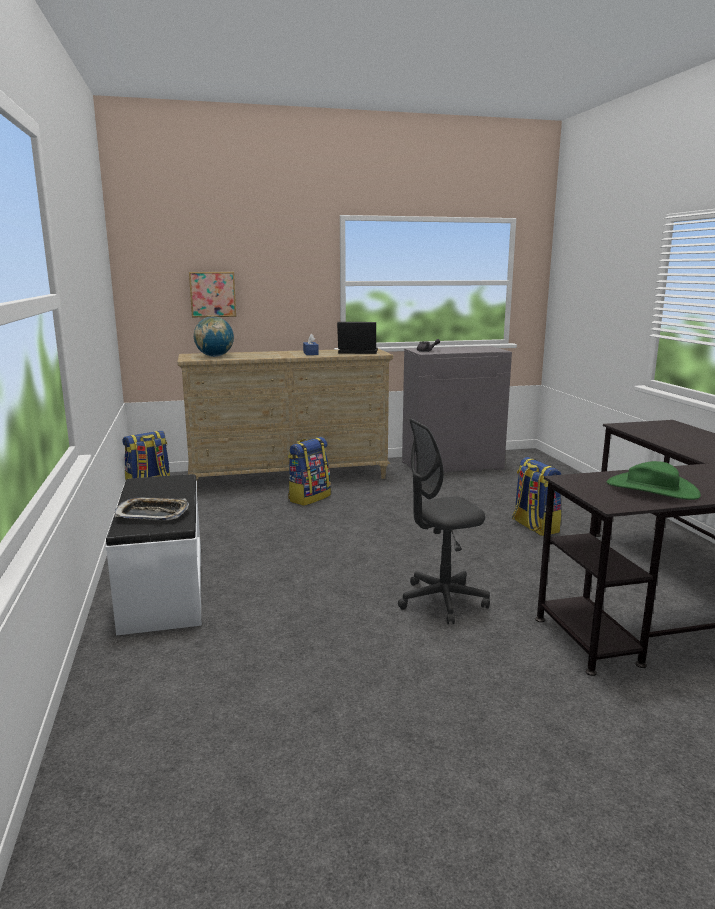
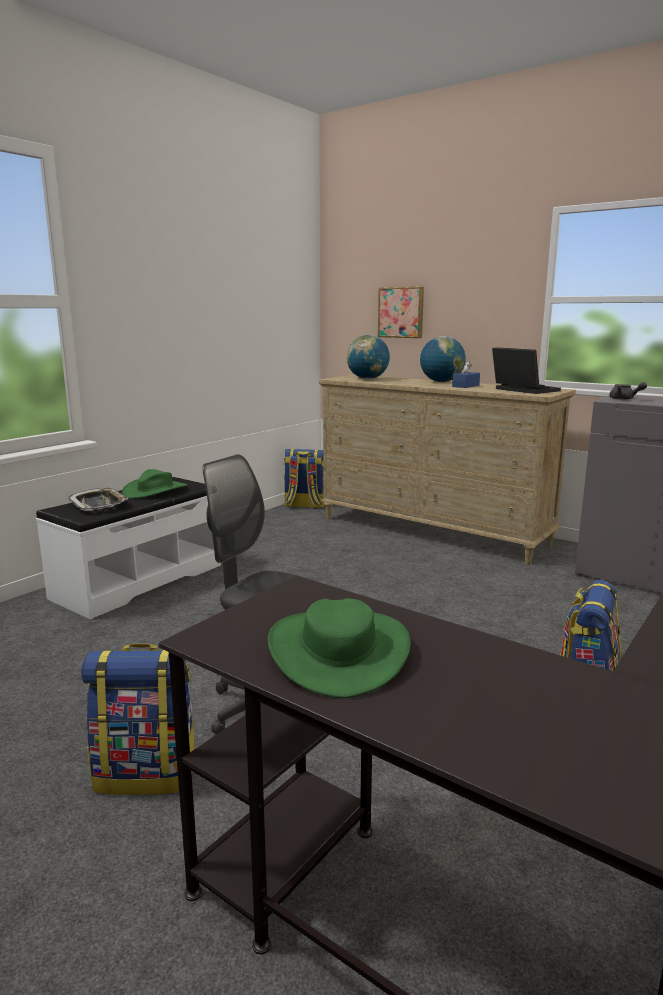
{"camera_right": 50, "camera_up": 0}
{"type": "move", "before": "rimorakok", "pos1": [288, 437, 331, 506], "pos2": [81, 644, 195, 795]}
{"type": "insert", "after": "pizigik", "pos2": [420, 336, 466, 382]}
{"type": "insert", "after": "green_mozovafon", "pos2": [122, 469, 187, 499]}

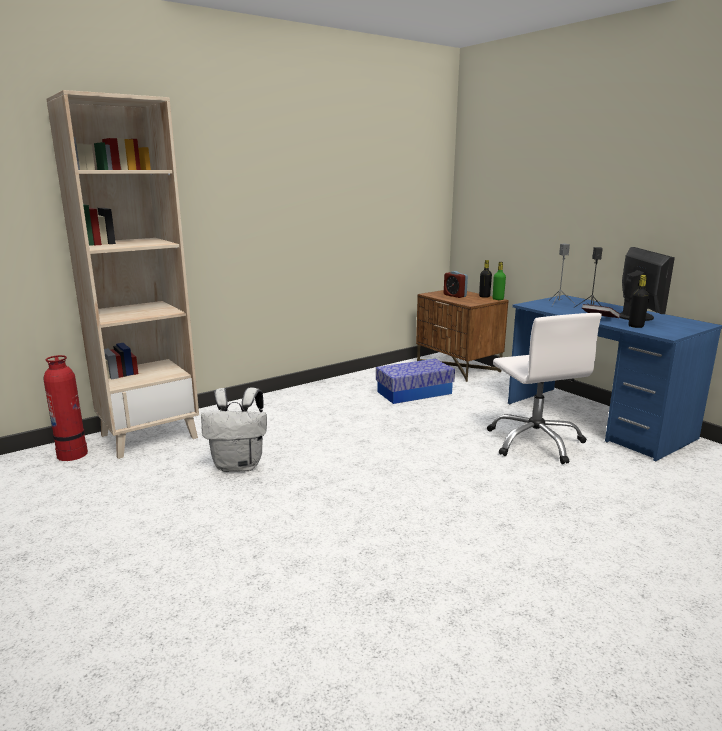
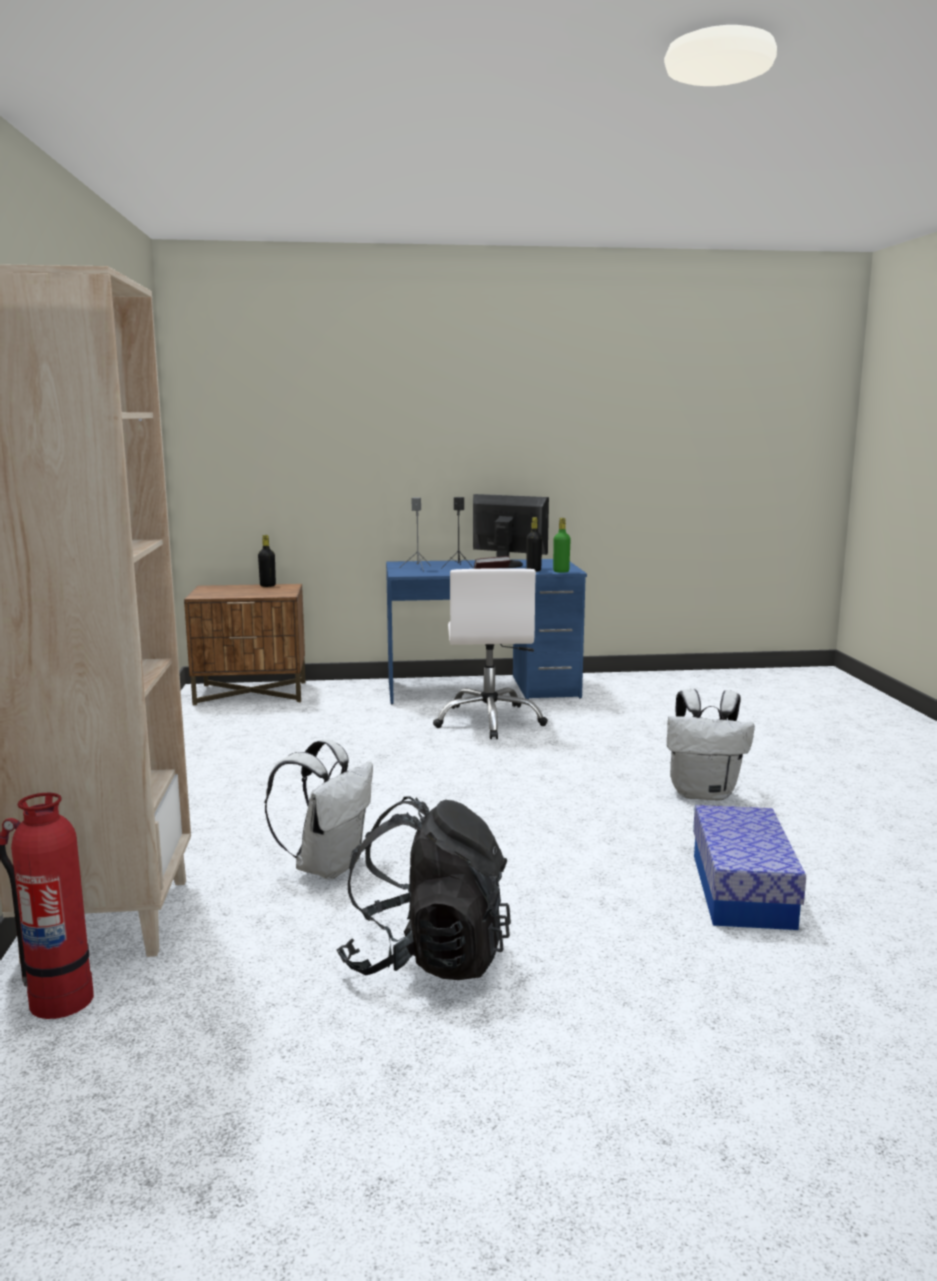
{"camera_right": -60, "camera_up": -5}
{"type": "move", "before": "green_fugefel", "pos1": [493, 262, 506, 300], "pos2": [553, 518, 571, 573]}
{"type": "delete", "before": "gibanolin", "pos1": [444, 271, 468, 298]}
{"type": "rotate", "before": "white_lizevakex", "pos1": [487, 313, 602, 464], "pos2": [433, 568, 548, 739], "turn": 75}
{"type": "move", "before": "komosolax", "pos1": [376, 359, 455, 404], "pos2": [693, 805, 806, 930]}
{"type": "insert", "after": "white_rimorakok", "pos2": [667, 689, 755, 801]}
{"type": "insert", "after": "black_rimorakok", "pos2": [337, 796, 511, 980]}

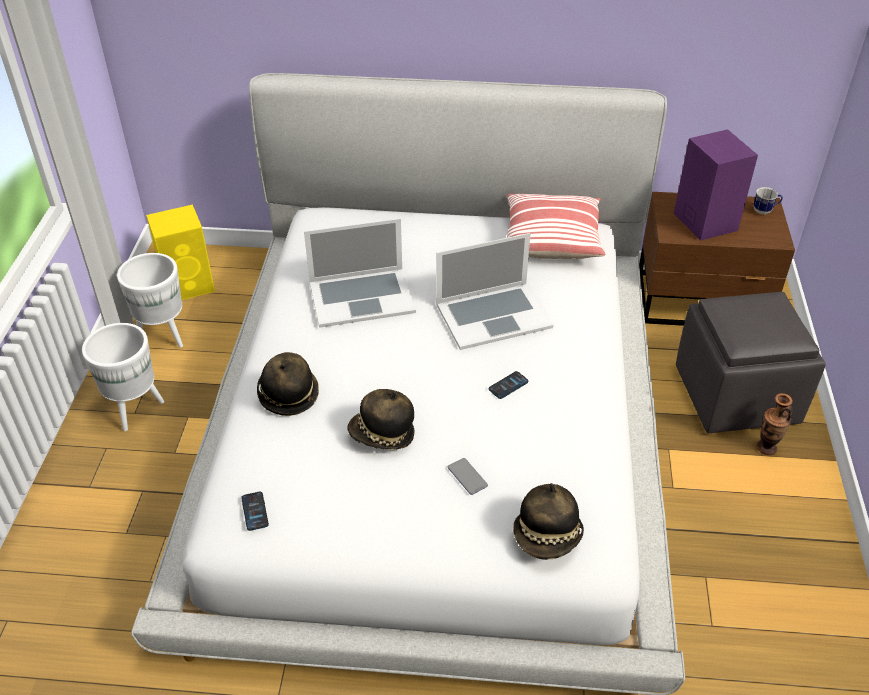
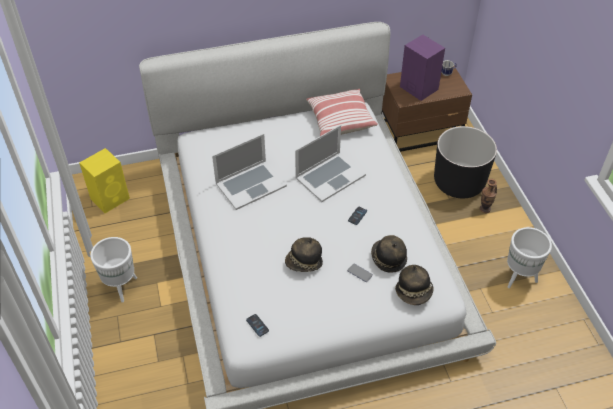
{"camera_right": -20, "camera_up": 5}
{"type": "move", "before": "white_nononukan", "pos1": [117, 253, 183, 348], "pos2": [507, 227, 552, 288]}
{"type": "replace", "before": "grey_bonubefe", "after": "black_nononukan", "pos1": [676, 292, 826, 433], "pos2": [434, 126, 497, 198]}
{"type": "move", "before": "mozovafon", "pos1": [257, 352, 319, 416], "pos2": [371, 235, 407, 273]}

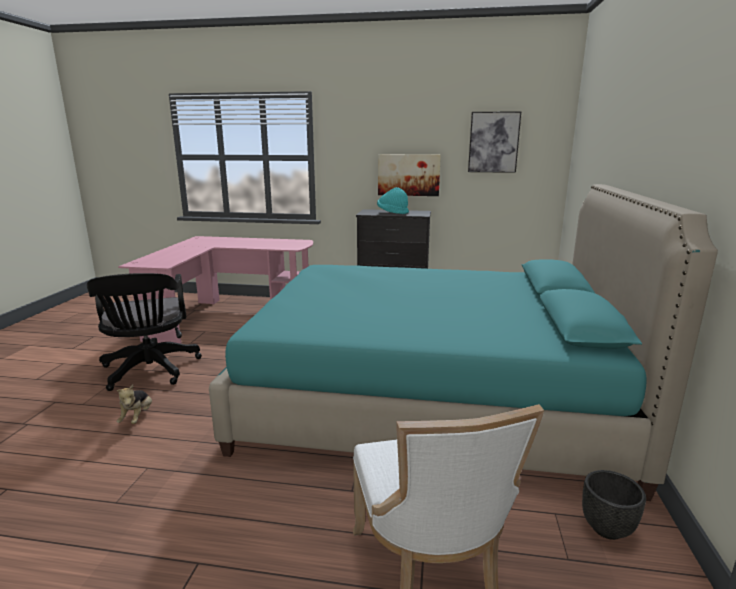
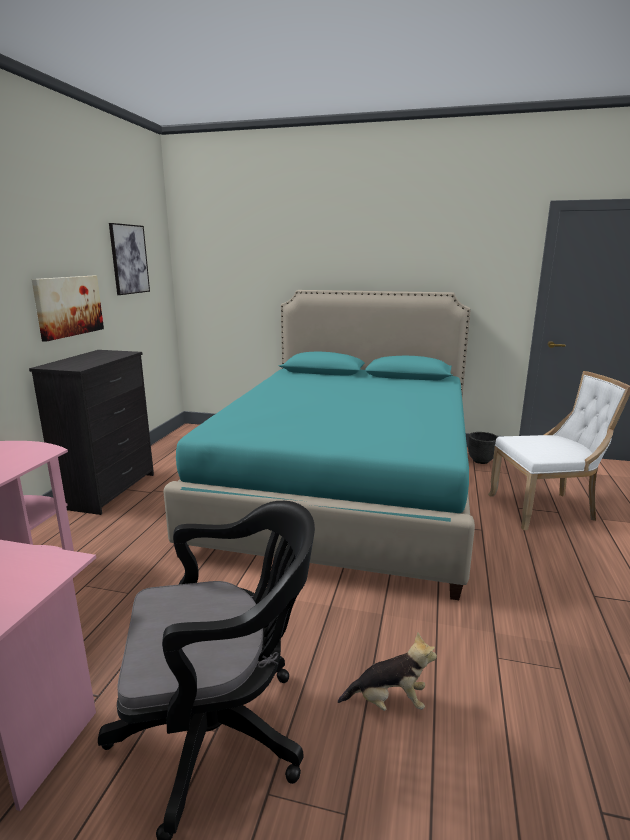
{"camera_right": -85, "camera_up": 0}
{"type": "delete", "before": "turquoise_mozovafon", "pos1": [377, 187, 409, 214]}

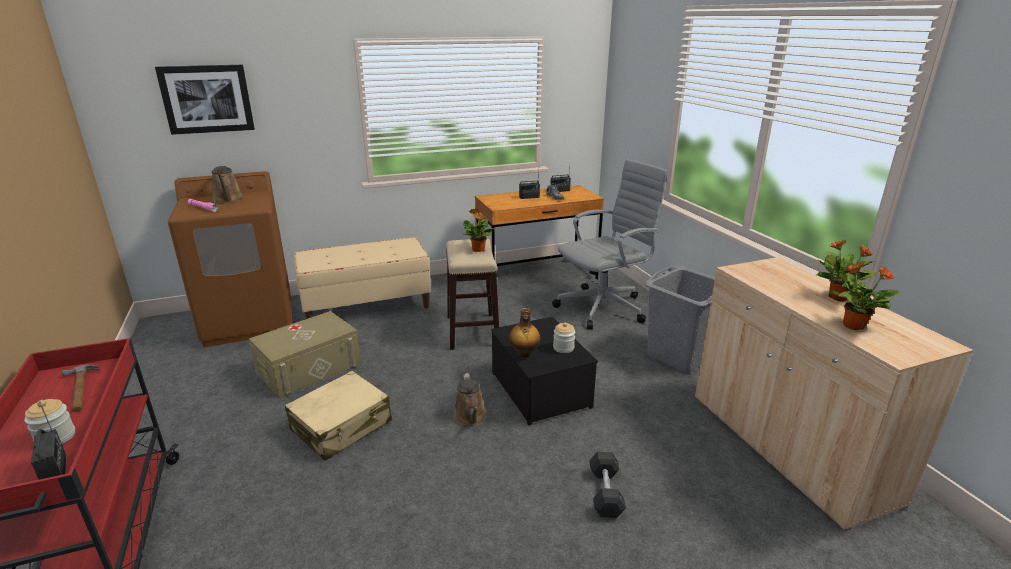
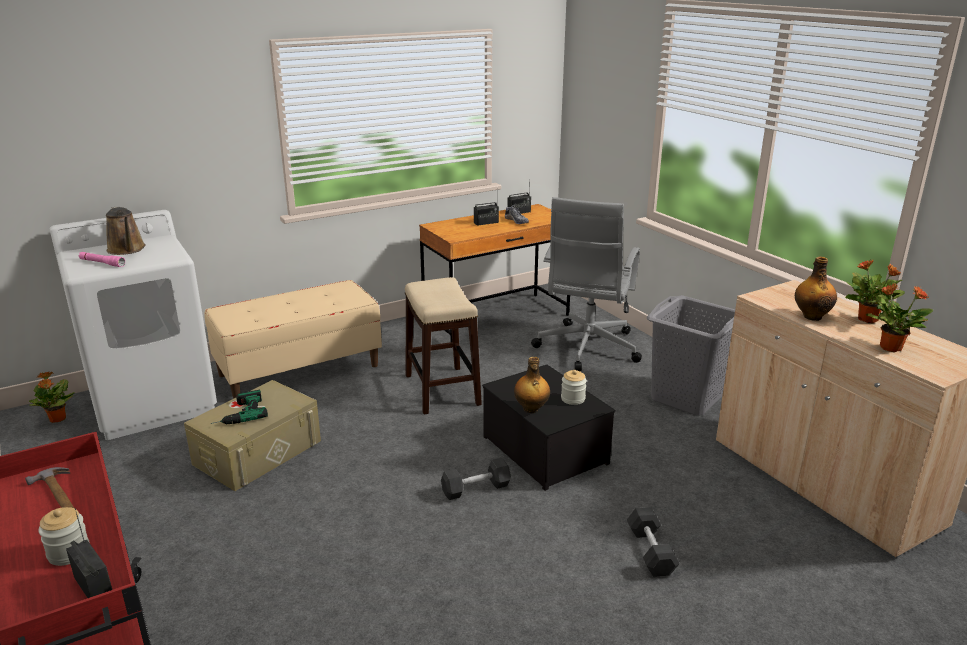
{"camera_right": -10, "camera_up": 0}
{"type": "delete", "before": "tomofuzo", "pos1": [155, 65, 255, 135]}
{"type": "rotate", "before": "grey_lizevakex", "pos1": [552, 159, 668, 329], "pos2": [531, 197, 642, 371], "turn": 150}
{"type": "recolor", "before": "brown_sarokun", "after": "white_sarokun", "pos1": [168, 171, 293, 347], "pos2": [49, 210, 217, 440]}
{"type": "move", "before": "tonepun", "pos1": [463, 209, 497, 252], "pos2": [29, 372, 74, 423]}
{"type": "delete", "before": "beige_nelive", "pos1": [285, 371, 392, 461]}
{"type": "replace", "before": "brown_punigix", "after": "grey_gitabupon", "pos1": [453, 373, 487, 426], "pos2": [441, 458, 511, 500]}
{"type": "insert", "after": "fugefel", "pos2": [795, 257, 837, 321]}
{"type": "insert", "after": "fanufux", "pos2": [210, 390, 268, 424]}

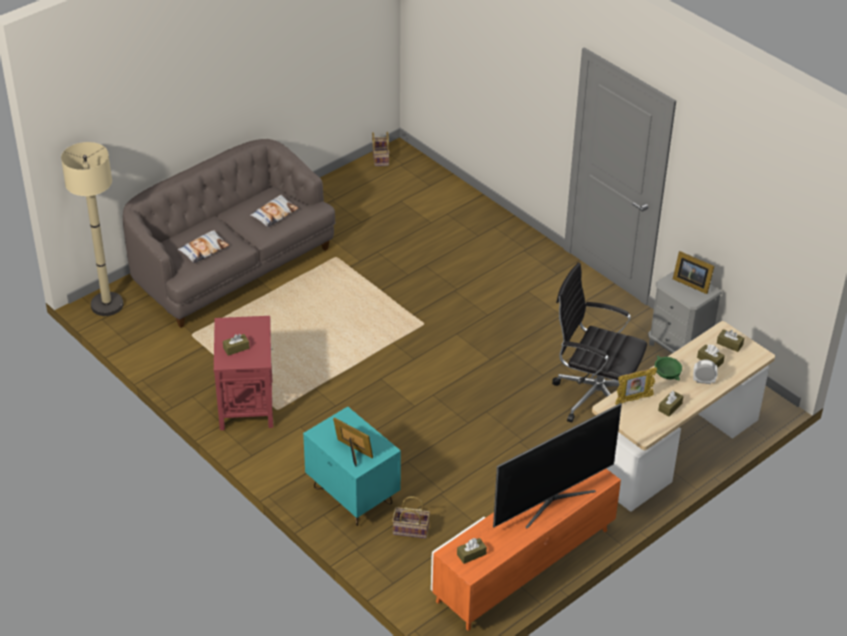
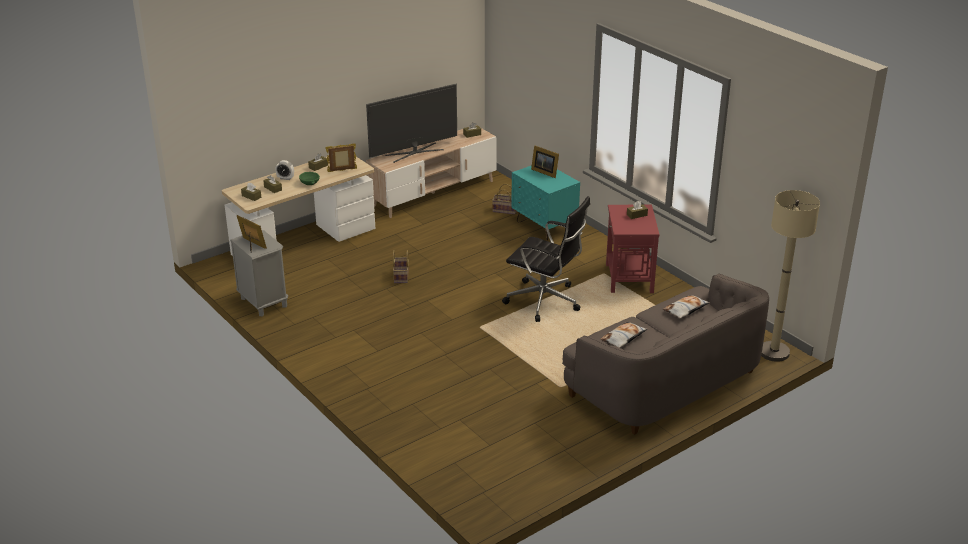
{"camera_right": -175, "camera_up": -10}
{"type": "move", "before": "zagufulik", "pos1": [372, 132, 389, 166], "pos2": [393, 250, 409, 283]}
{"type": "move", "before": "black_lizevakex", "pos1": [552, 262, 647, 422], "pos2": [502, 196, 590, 322]}
{"type": "recolor", "before": "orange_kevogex", "after": "beige_kevogex", "pos1": [431, 469, 621, 631], "pos2": [366, 125, 497, 218]}

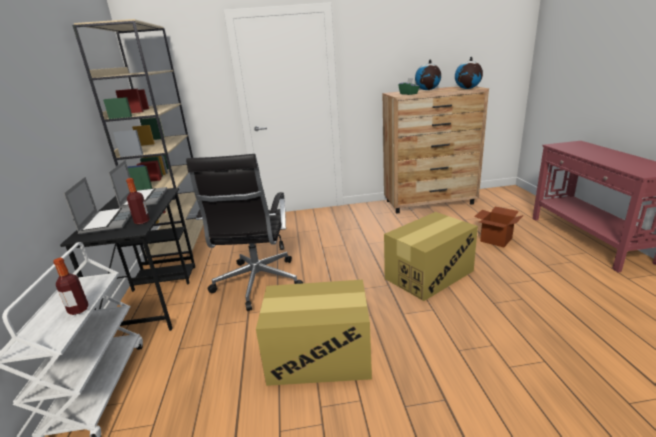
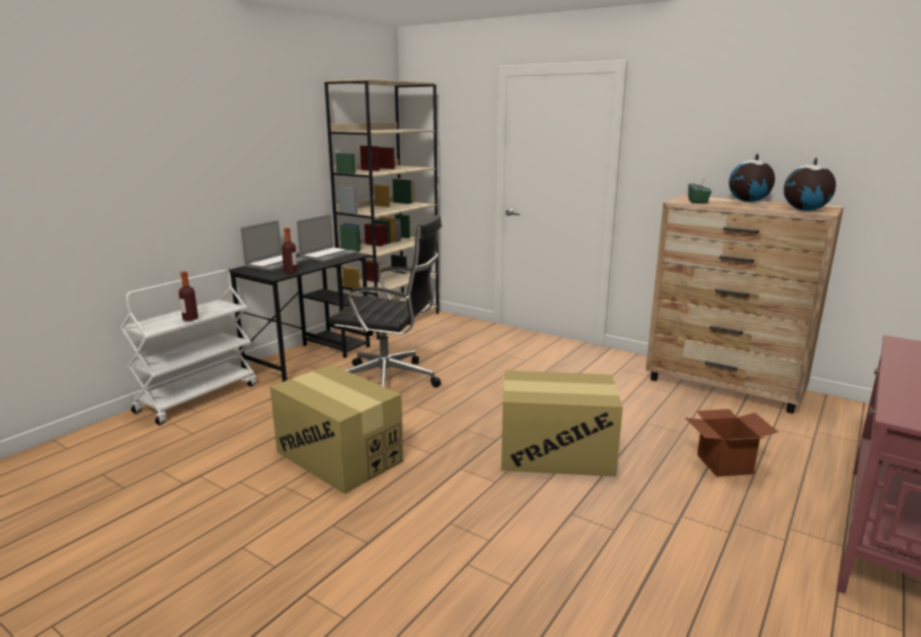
{"camera_right": 40, "camera_up": -5}
{"type": "rotate", "before": "black_lizevakex", "pos1": [186, 154, 303, 311], "pos2": [328, 214, 442, 387], "turn": -120}

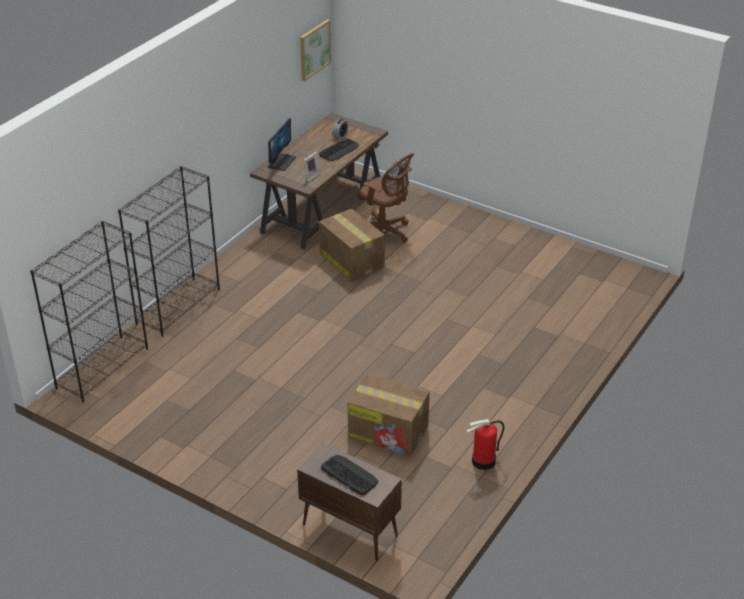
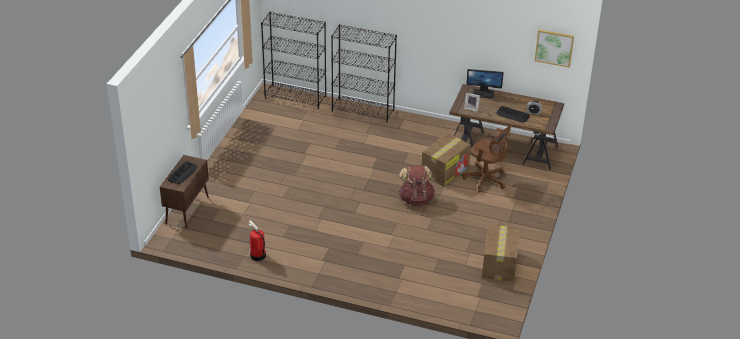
{"camera_right": 75, "camera_up": 0}
{"type": "rotate", "before": "brown_lizevakex", "pos1": [360, 153, 414, 243], "pos2": [462, 124, 514, 193], "turn": -75}
{"type": "move", "before": "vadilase", "pos1": [348, 374, 430, 456], "pos2": [482, 224, 520, 282]}
{"type": "insert", "after": "brown_rimorakok", "pos2": [399, 165, 435, 206]}

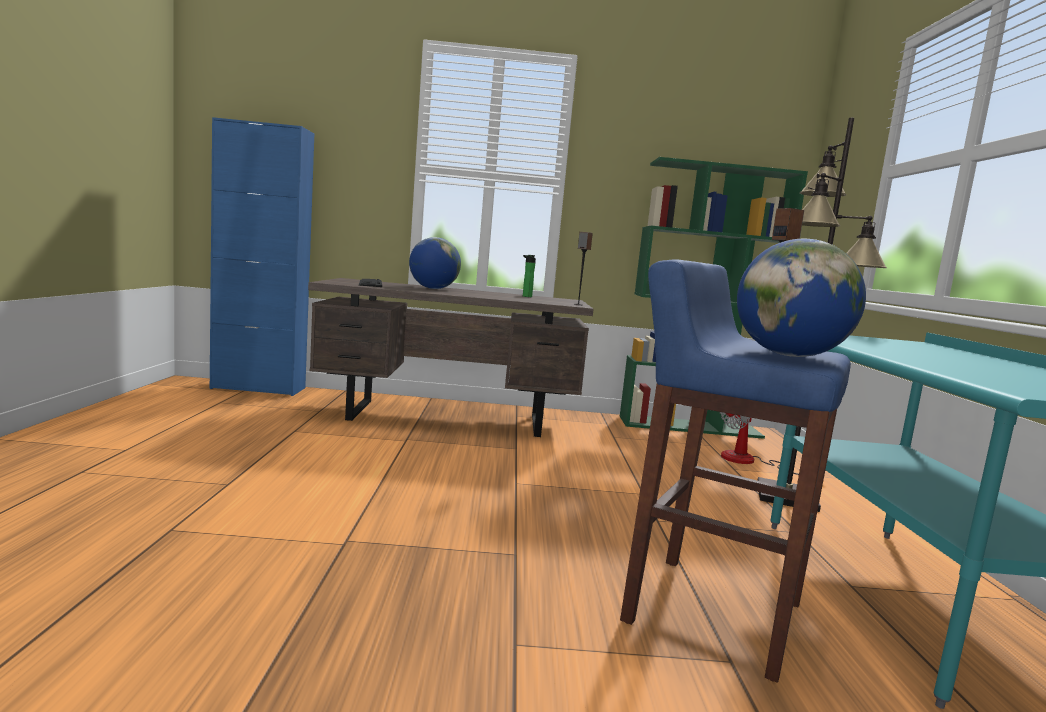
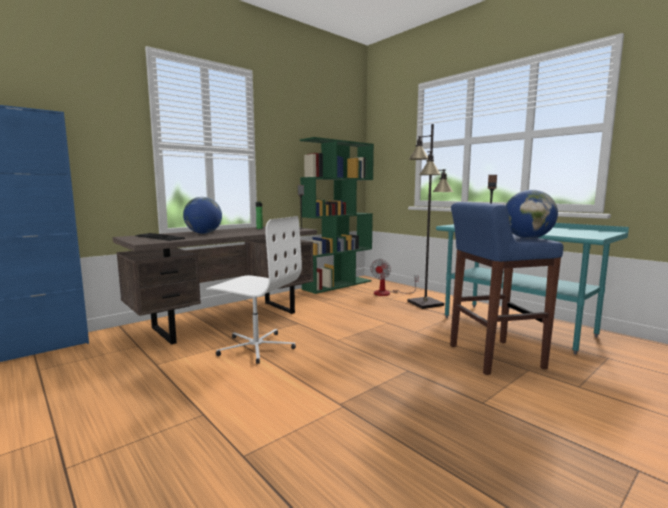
{"camera_right": -40, "camera_up": 0}
{"type": "insert", "after": "white_lizevakex", "pos2": [206, 216, 302, 364]}

